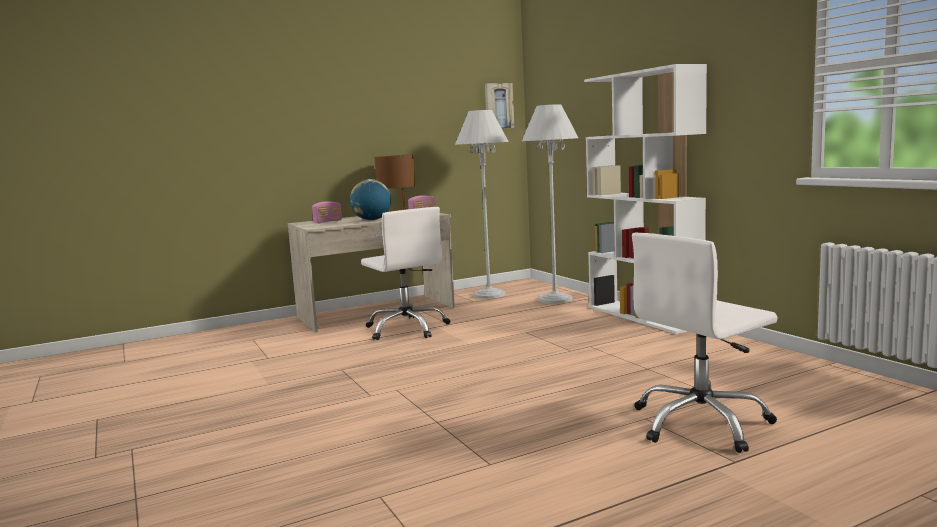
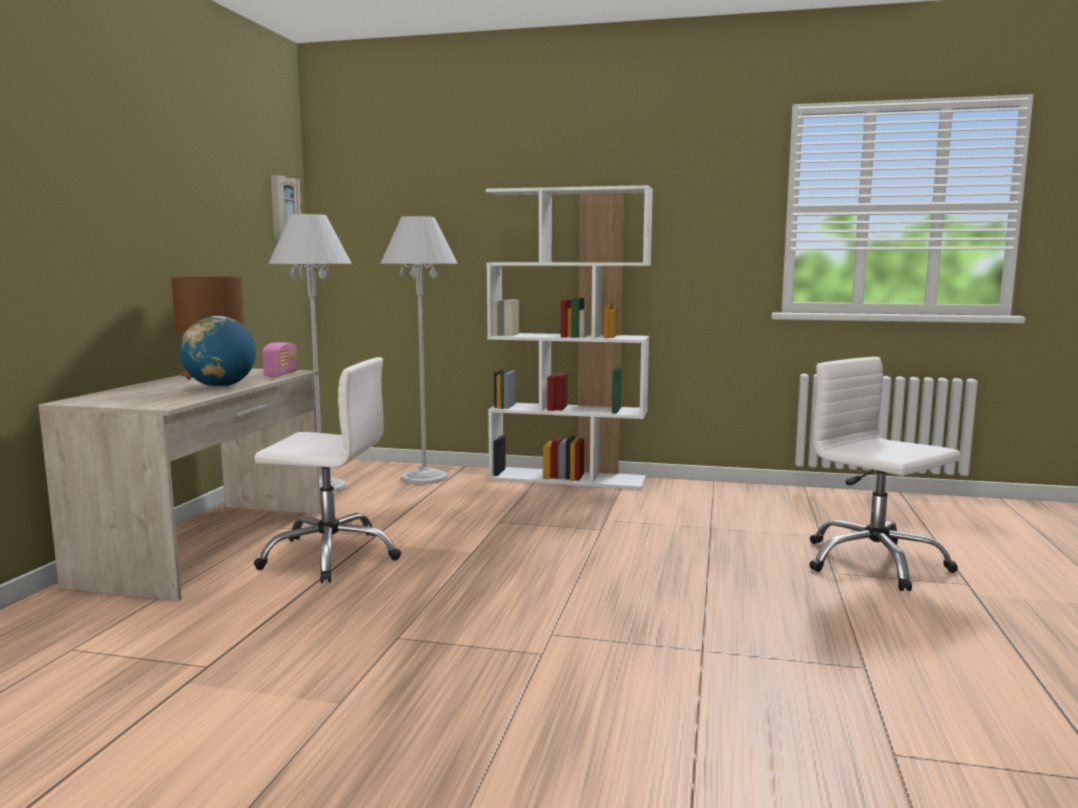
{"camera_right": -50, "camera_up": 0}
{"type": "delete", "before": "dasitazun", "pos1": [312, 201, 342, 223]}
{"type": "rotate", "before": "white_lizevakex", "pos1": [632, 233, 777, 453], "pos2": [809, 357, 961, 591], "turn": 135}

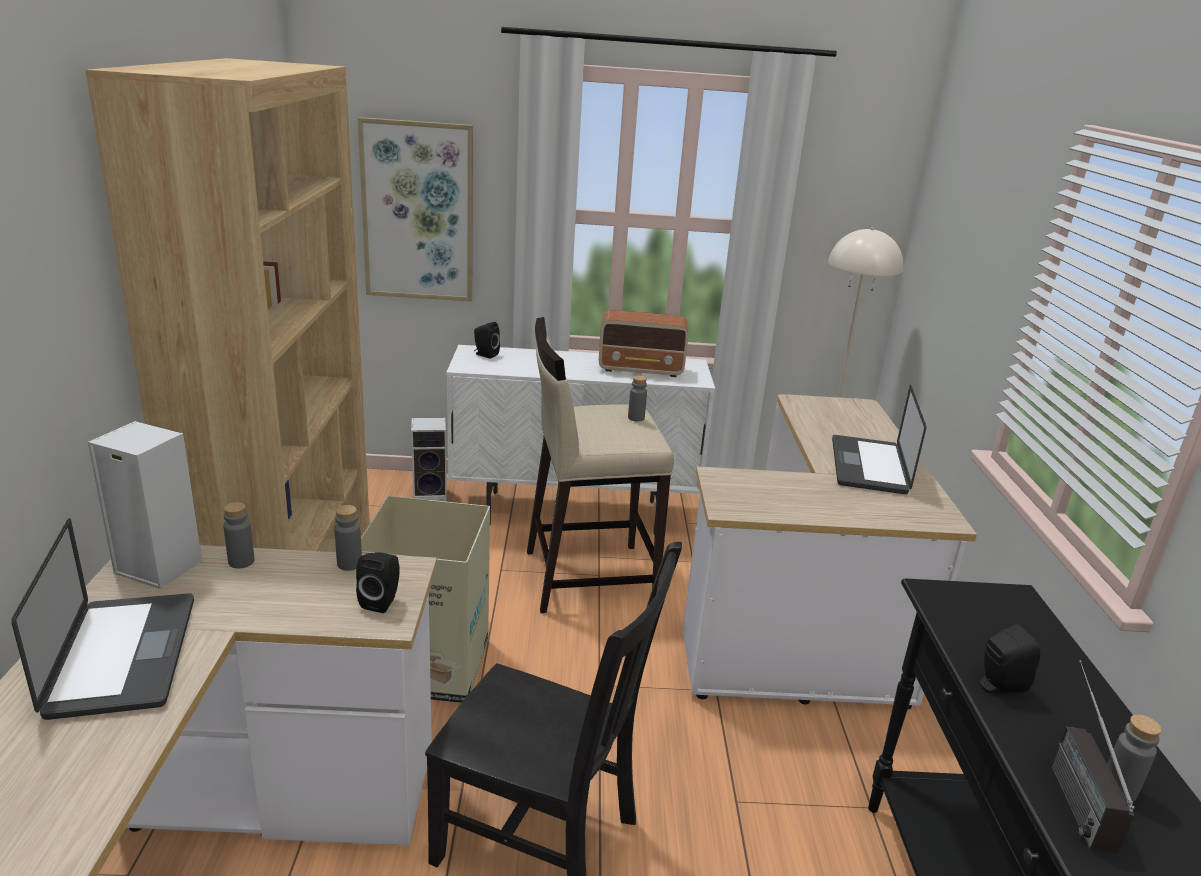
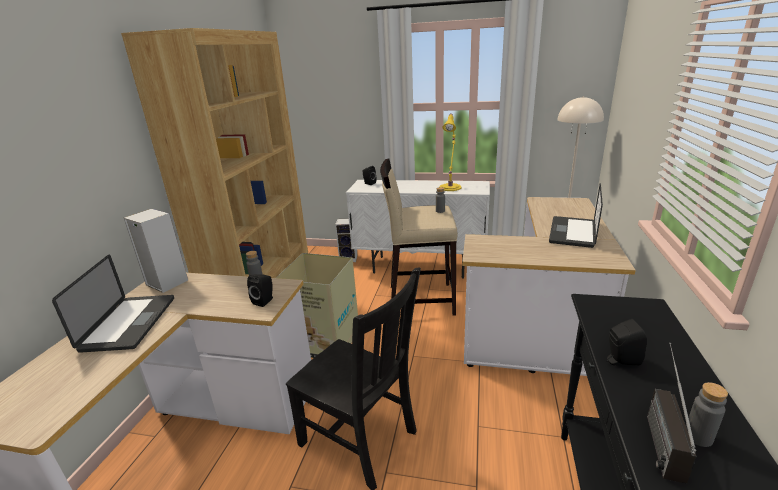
{"camera_right": 15, "camera_up": 0}
{"type": "delete", "before": "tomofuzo", "pos1": [358, 117, 473, 301]}
{"type": "replace", "before": "dasitazun", "after": "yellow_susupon", "pos1": [599, 310, 688, 377], "pos2": [439, 114, 462, 191]}
{"type": "delete", "before": "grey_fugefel", "pos1": [223, 502, 254, 568]}

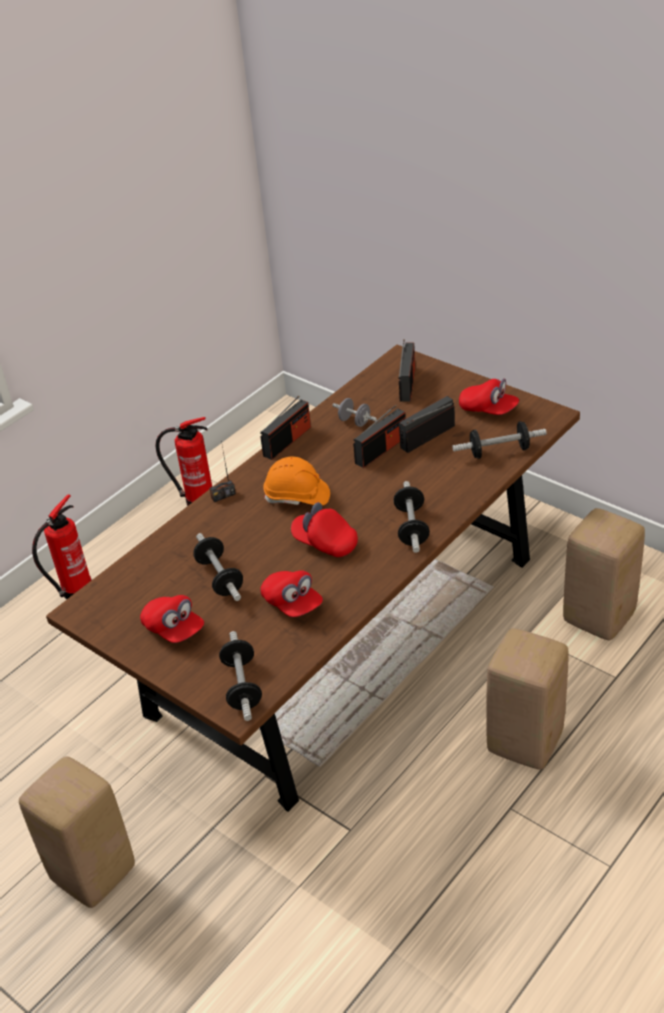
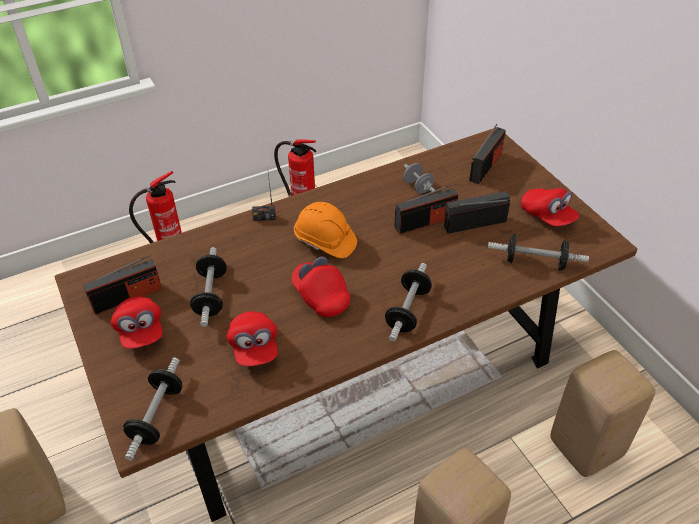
{"camera_right": 20, "camera_up": 5}
{"type": "move", "before": "dasitazun", "pos1": [260, 396, 311, 460], "pos2": [83, 255, 162, 315]}

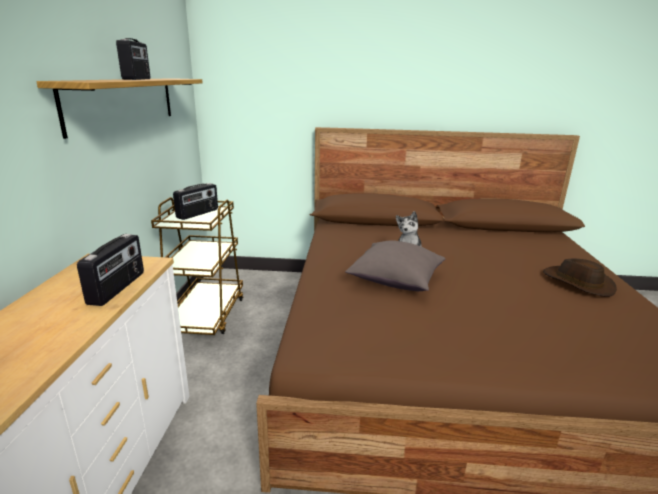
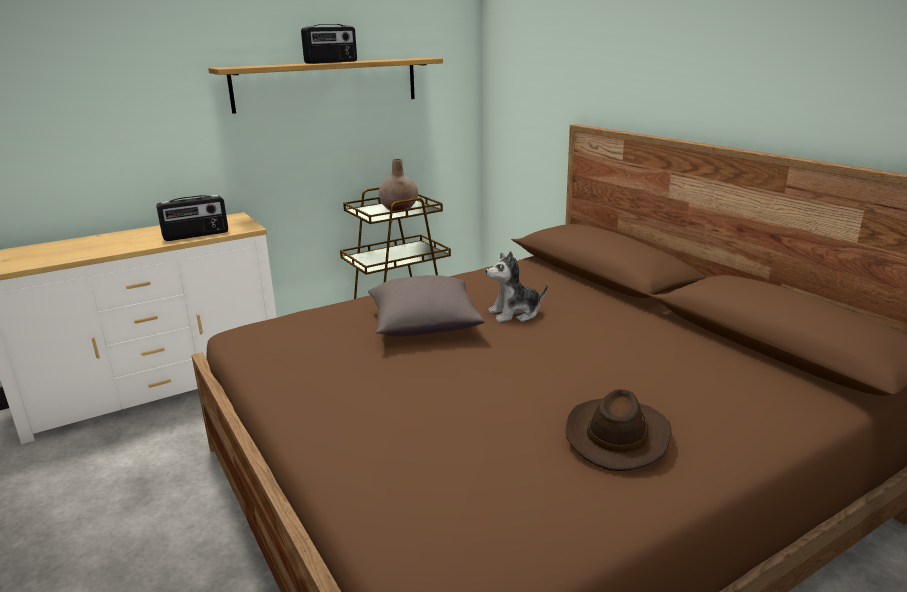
{"camera_right": 55, "camera_up": 0}
{"type": "replace", "before": "dasitazun", "after": "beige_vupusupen", "pos1": [173, 183, 218, 220], "pos2": [378, 159, 418, 211]}

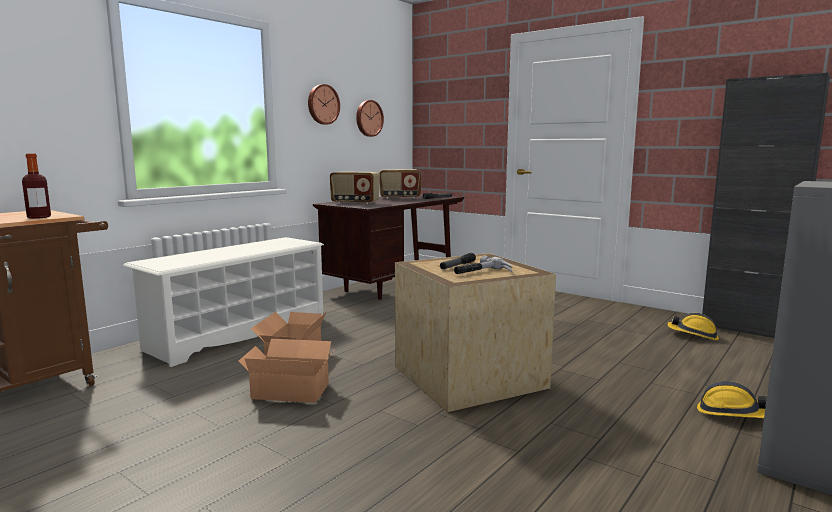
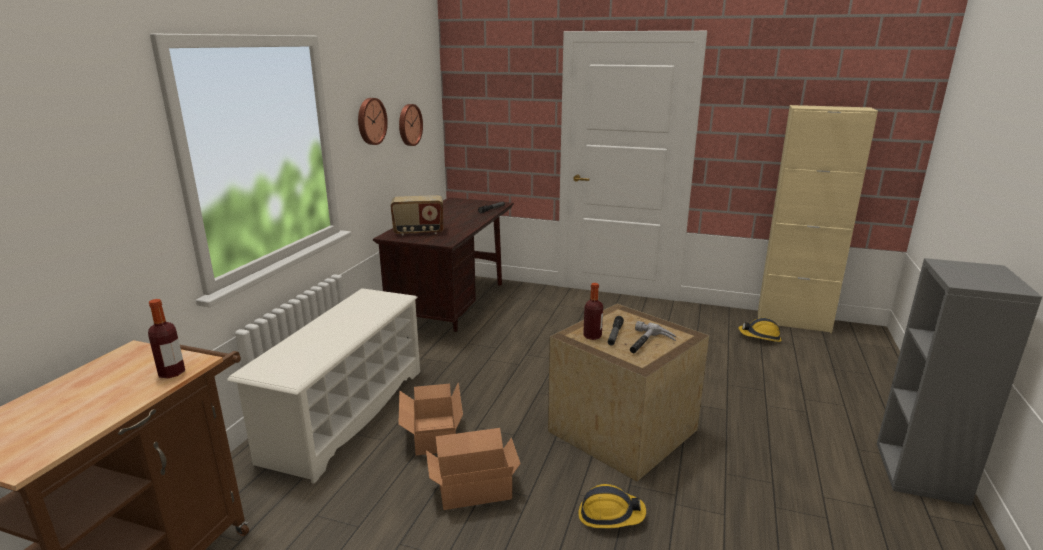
{"camera_right": -20, "camera_up": 10}
{"type": "recolor", "before": "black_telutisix", "after": "beige_telutisix", "pos1": [702, 72, 830, 338], "pos2": [758, 105, 878, 333]}
{"type": "delete", "before": "dasitazun", "pos1": [379, 169, 421, 199]}
{"type": "move", "before": "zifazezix", "pos1": [697, 381, 767, 418], "pos2": [578, 484, 646, 529]}
{"type": "insert", "after": "fugefel", "pos2": [583, 283, 603, 340]}

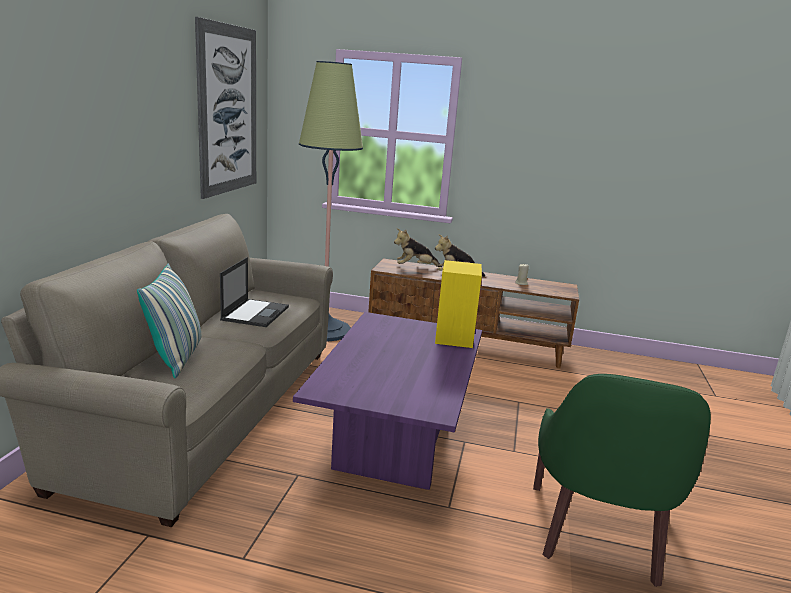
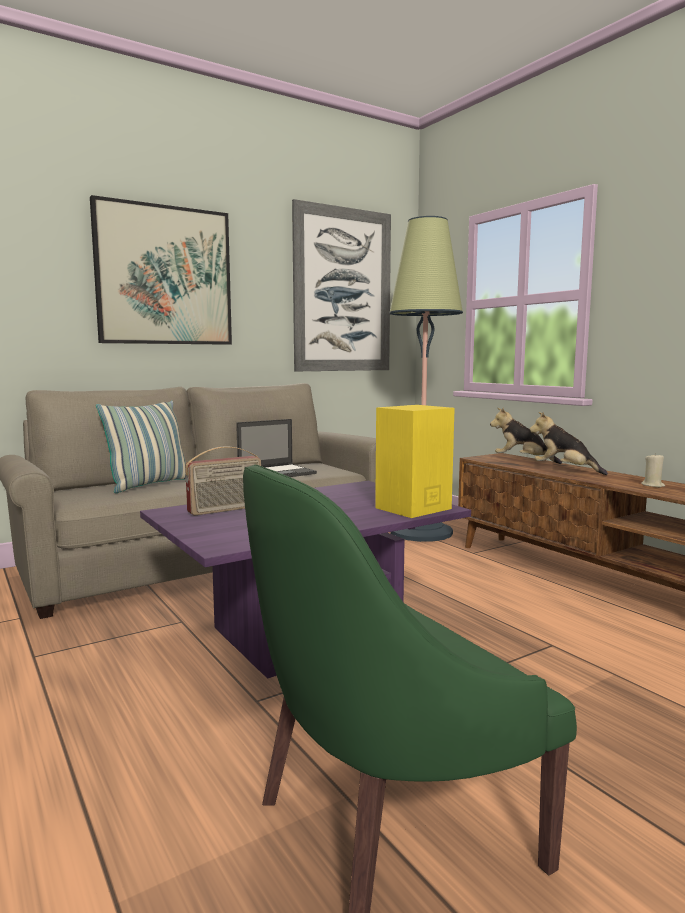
{"camera_right": 45, "camera_up": -10}
{"type": "insert", "after": "tomofuzo", "pos2": [90, 195, 232, 345]}
{"type": "insert", "after": "dasitazun", "pos2": [185, 446, 261, 515]}

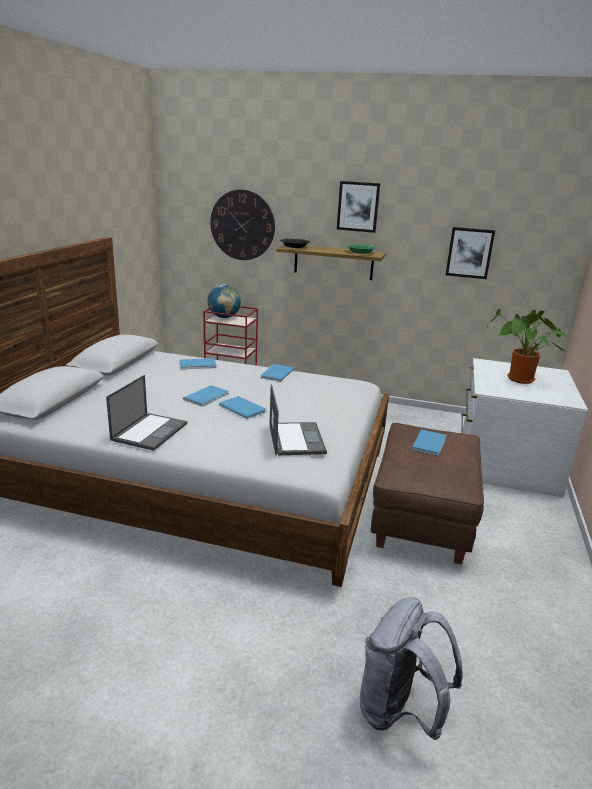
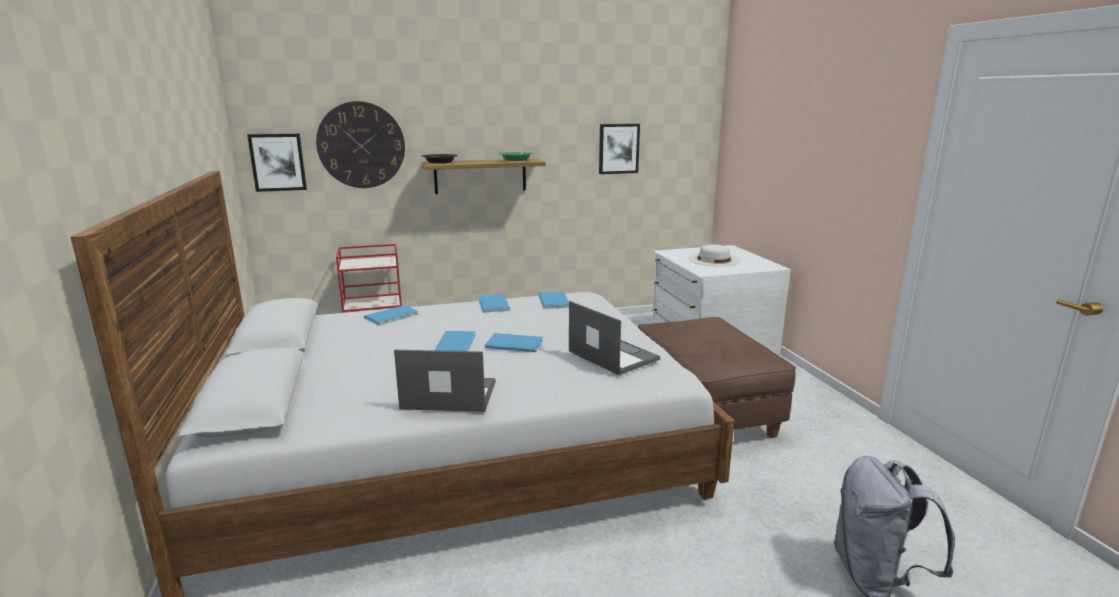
{"camera_right": -30, "camera_up": -5}
{"type": "move", "before": "tomofuzo", "pos1": [337, 181, 381, 233], "pos2": [247, 134, 307, 192]}
{"type": "delete", "before": "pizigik", "pos1": [207, 284, 241, 318]}
{"type": "replace", "before": "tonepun", "after": "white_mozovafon", "pos1": [487, 309, 569, 384], "pos2": [688, 244, 741, 266]}
{"type": "rotate", "before": "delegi", "pos1": [106, 375, 187, 451], "pos2": [394, 350, 496, 412], "turn": -75}
{"type": "move", "before": "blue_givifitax", "pos1": [411, 430, 446, 456], "pos2": [539, 291, 569, 309]}

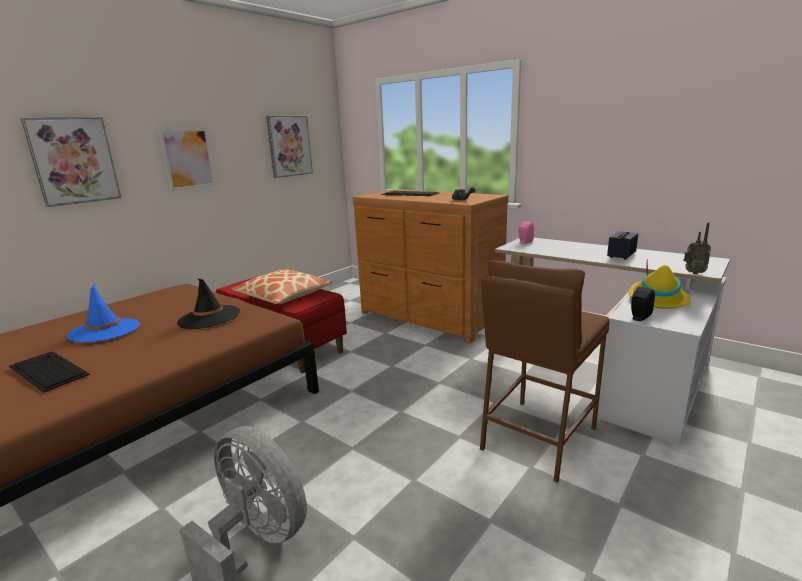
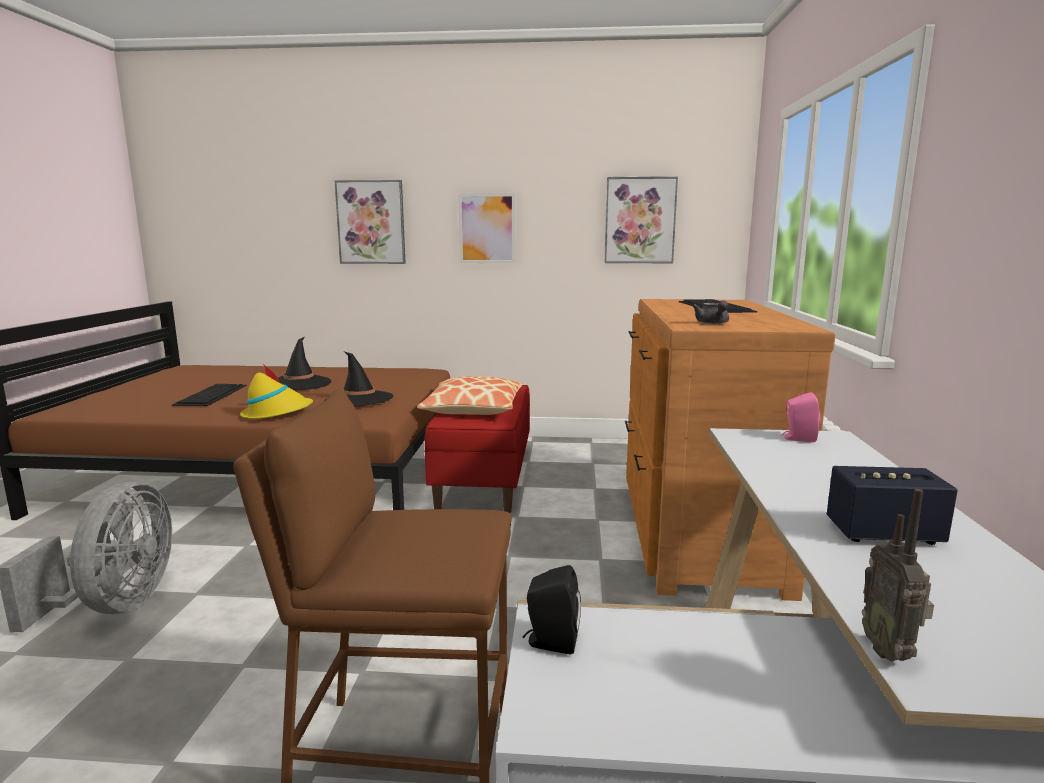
{"camera_right": 55, "camera_up": -5}
{"type": "move", "before": "yellow_mozovafon", "pos1": [629, 263, 691, 309], "pos2": [240, 364, 313, 419]}
{"type": "recolor", "before": "blue_mozovafon", "after": "black_mozovafon", "pos1": [67, 284, 140, 342], "pos2": [278, 337, 332, 390]}

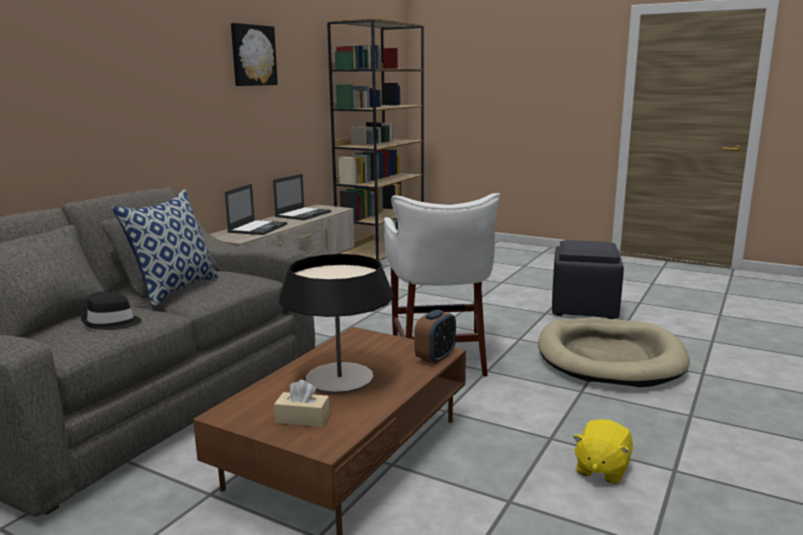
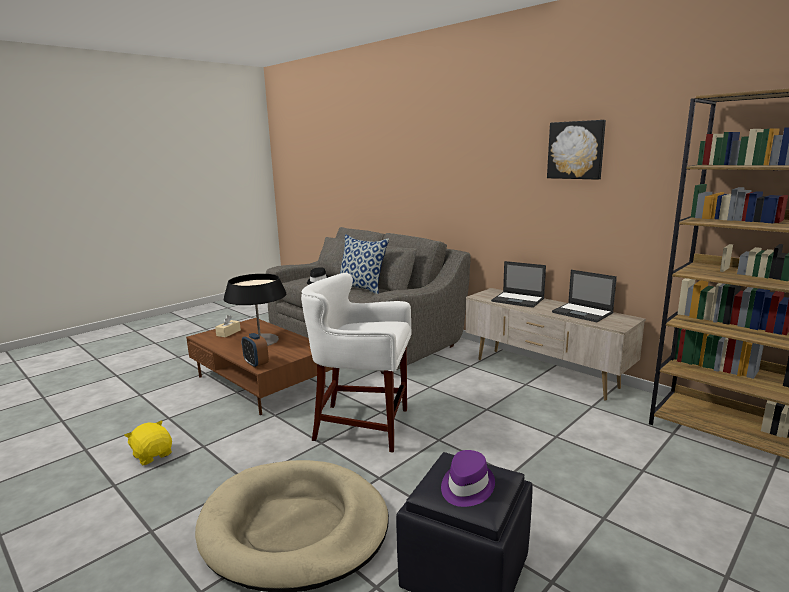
{"camera_right": 105, "camera_up": 0}
{"type": "insert", "after": "purple_mozovafon", "pos2": [441, 450, 495, 507]}

